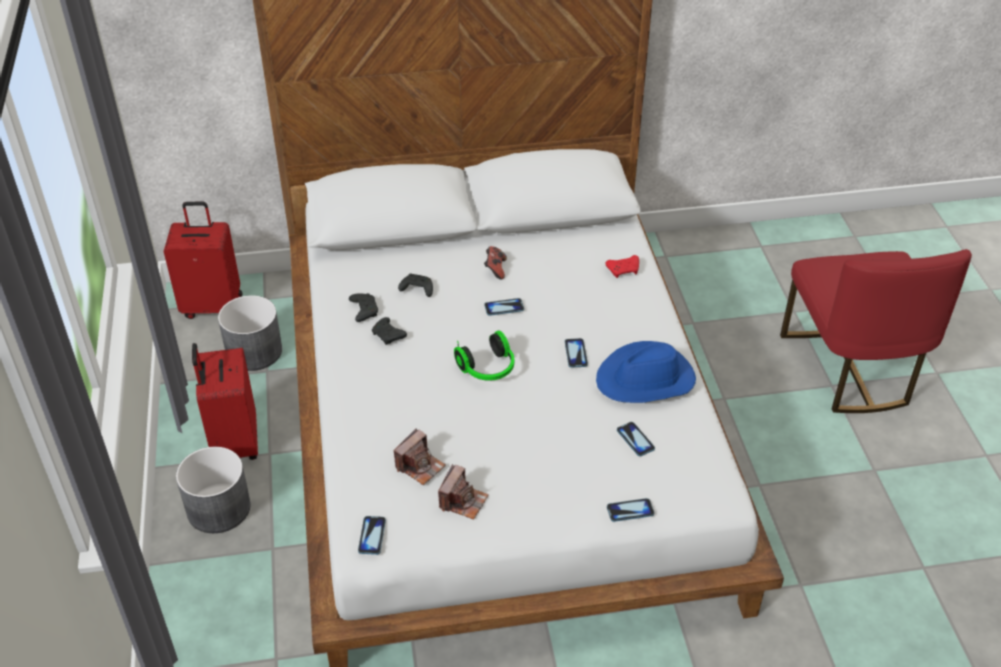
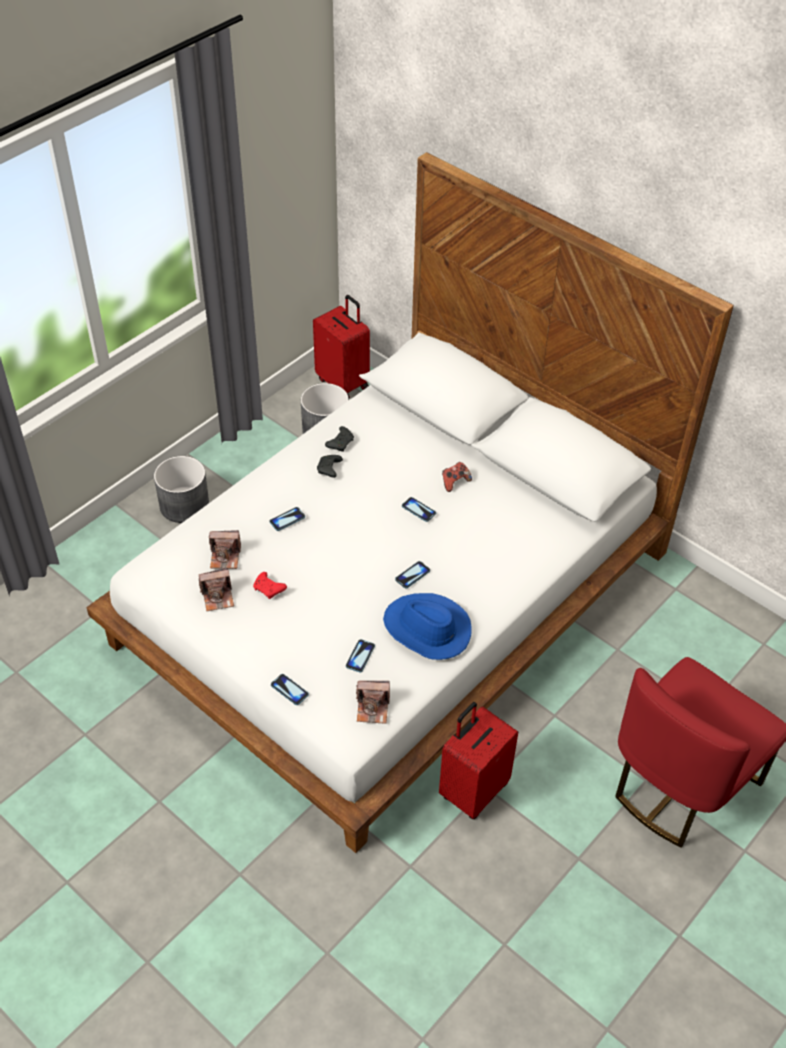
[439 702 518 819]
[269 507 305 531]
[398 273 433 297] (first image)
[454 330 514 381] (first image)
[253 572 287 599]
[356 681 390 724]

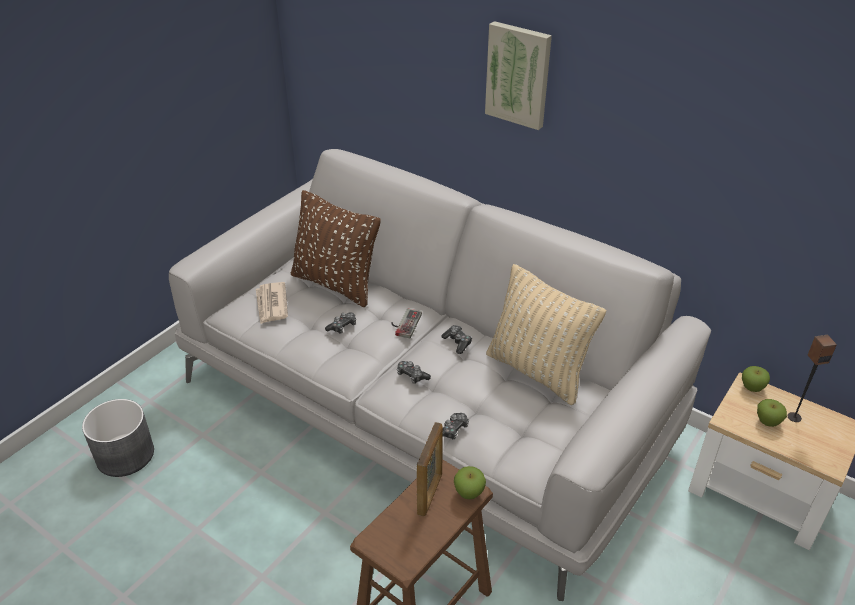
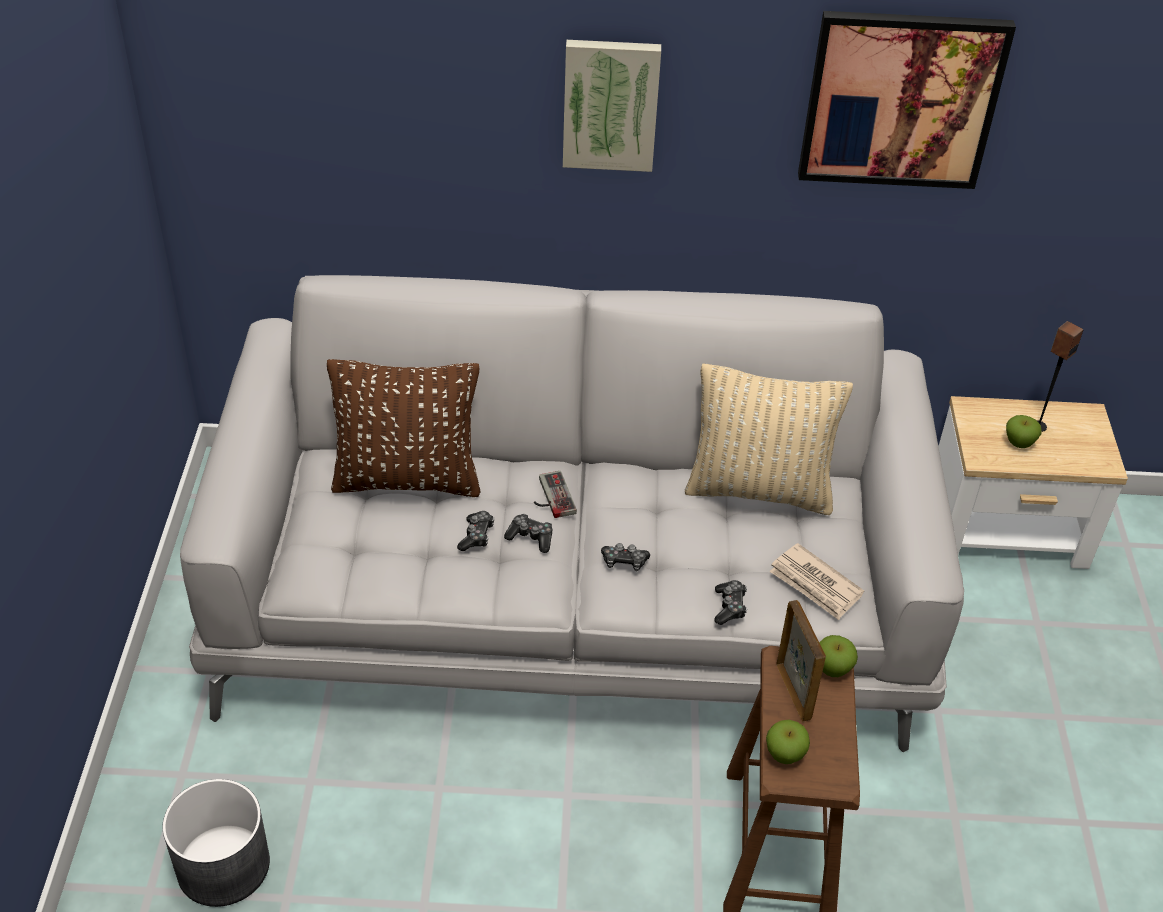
[769 543 864 620]
[504 514 552 553]
[766 720 810 764]
[798 11 1016 189]

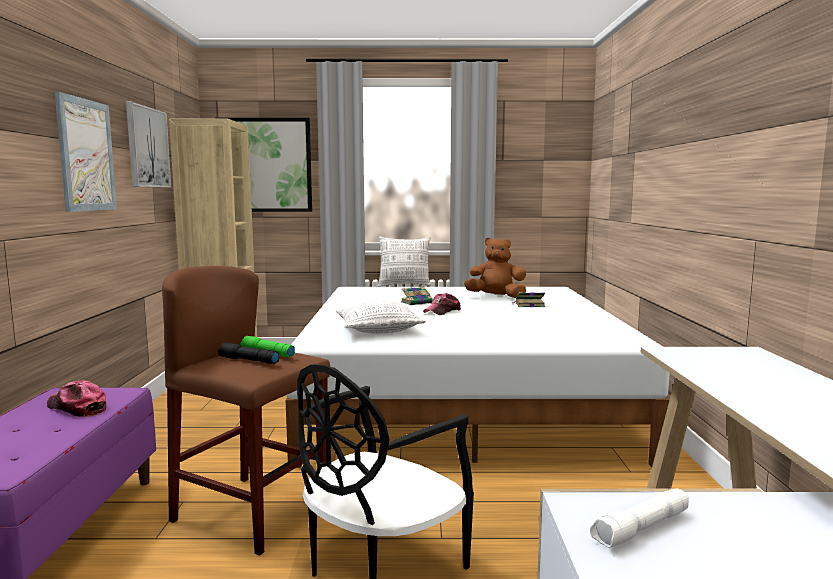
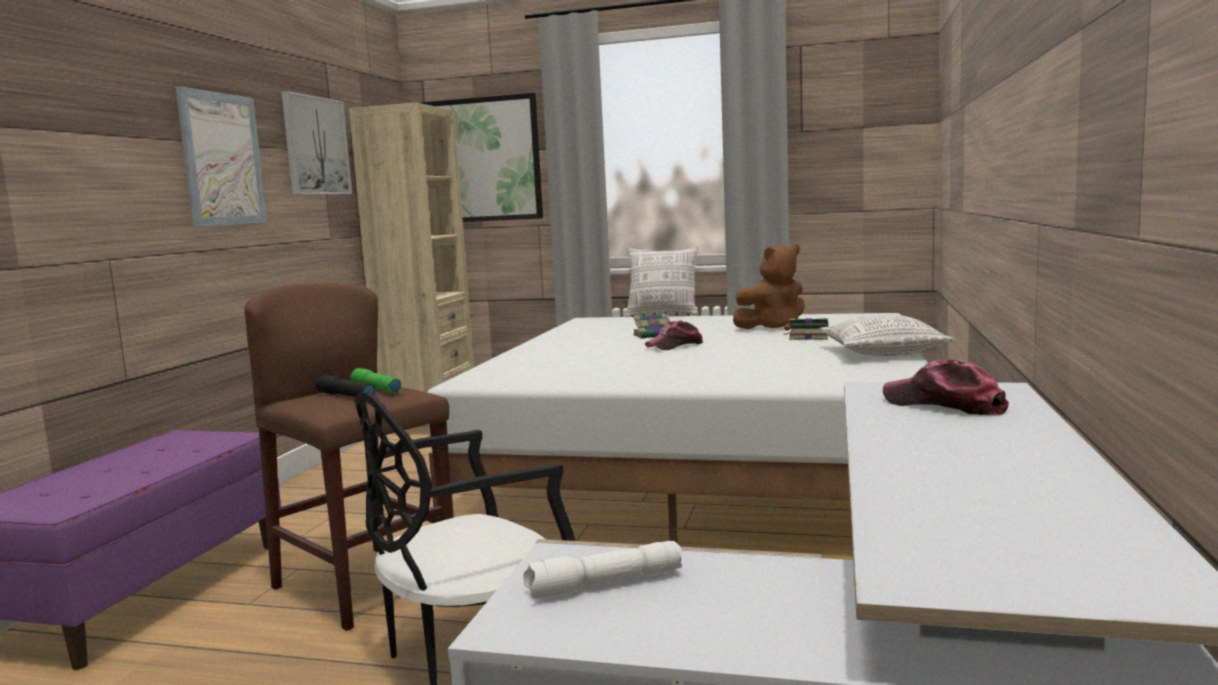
[883 359 1009 416]
[820 314 954 356]
[733 244 805 331]

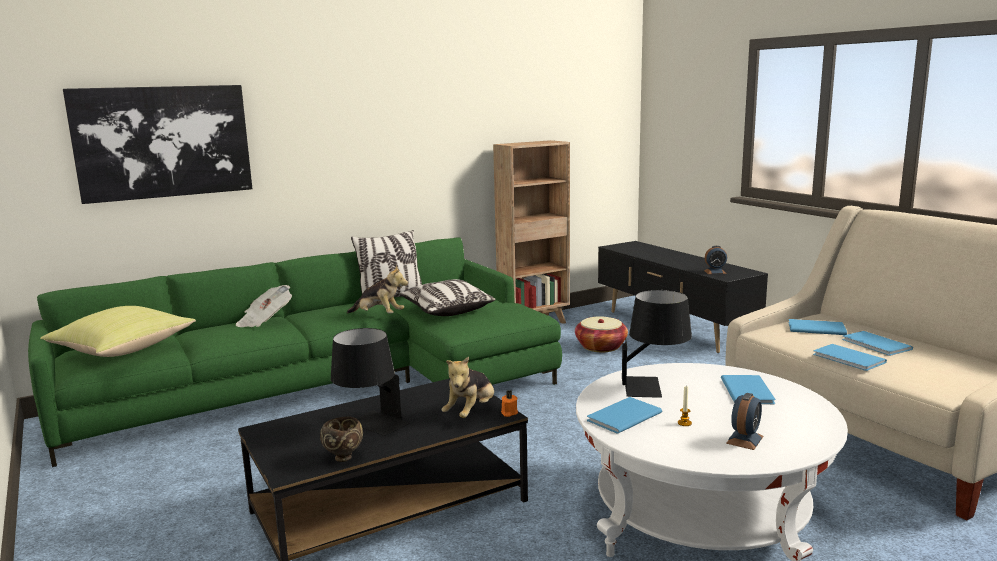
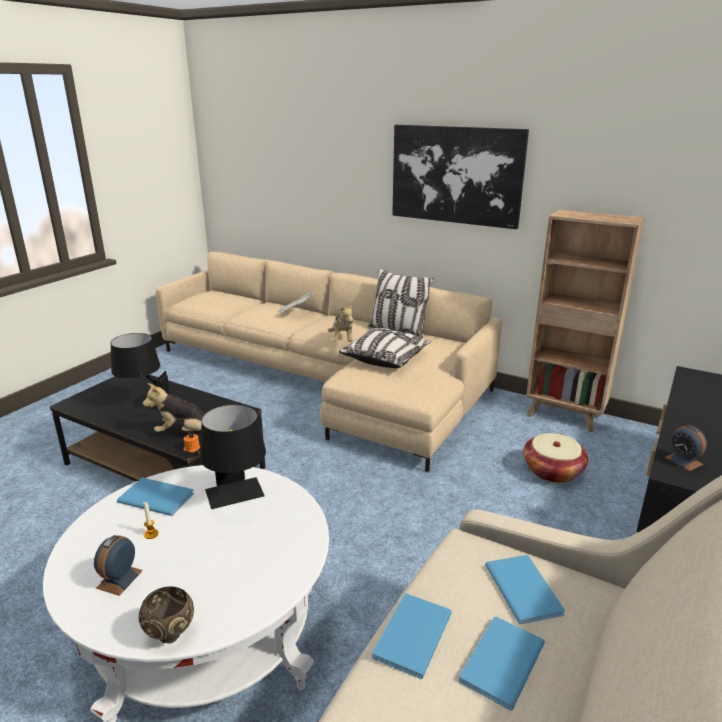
[156 252 502 472]
[40 306 195 357] (first image)
[392 125 529 229]
[139 587 194 644]
[721 375 776 404] (first image)
[94 535 143 596]

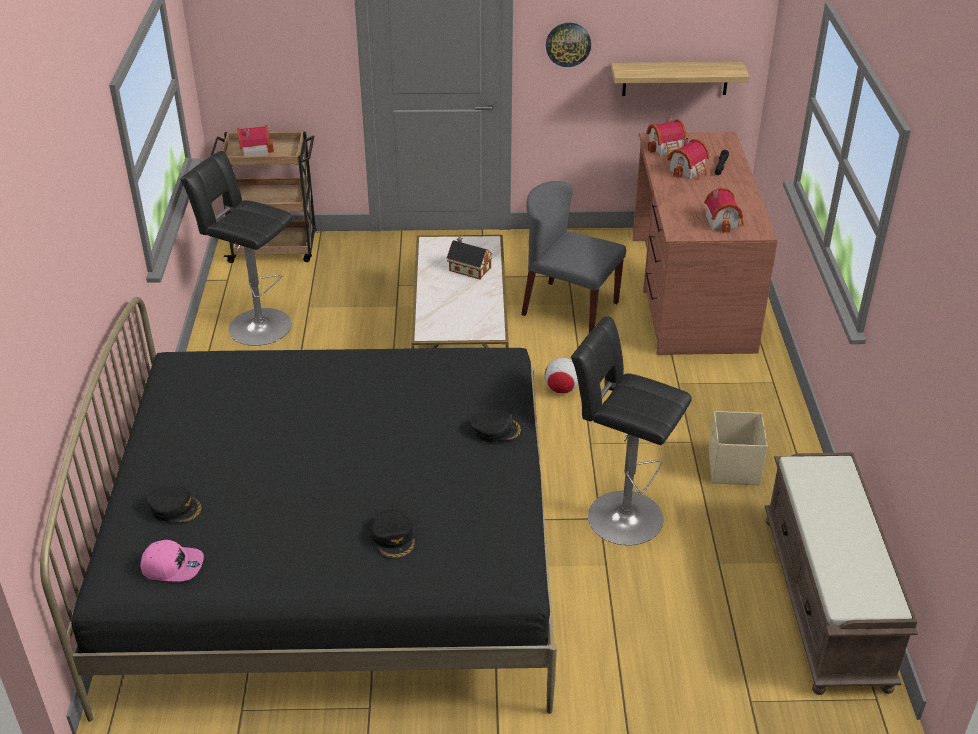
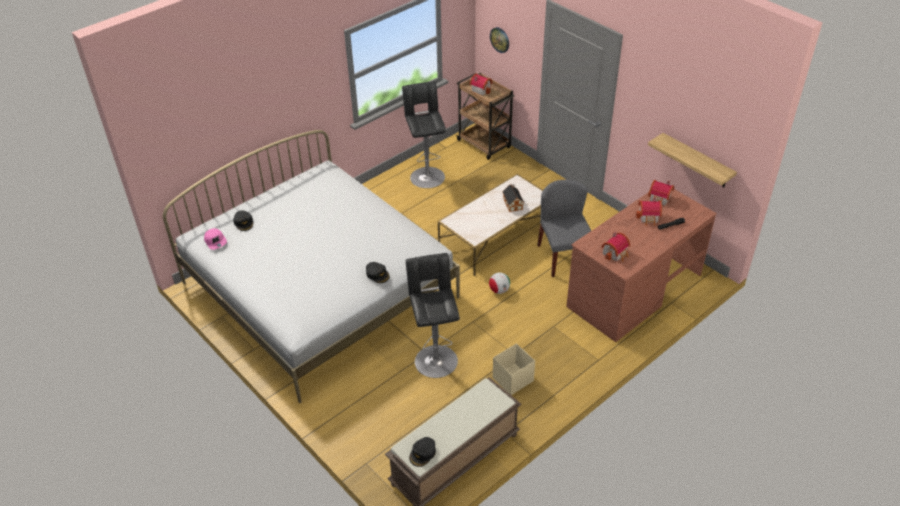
[163 130 460 403]
[409 437 436 467]
[490 27 509 53]

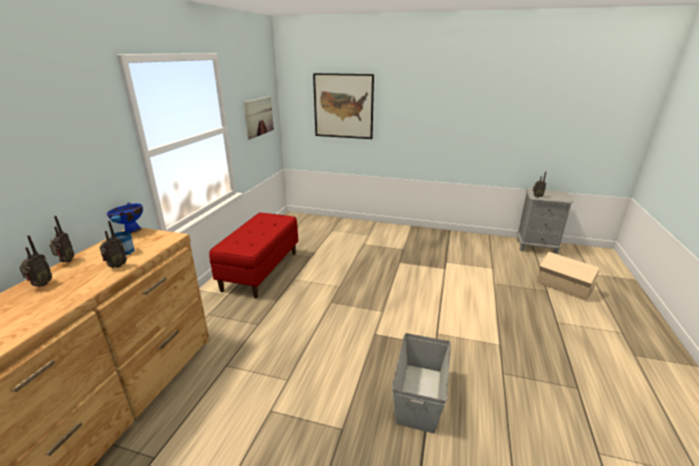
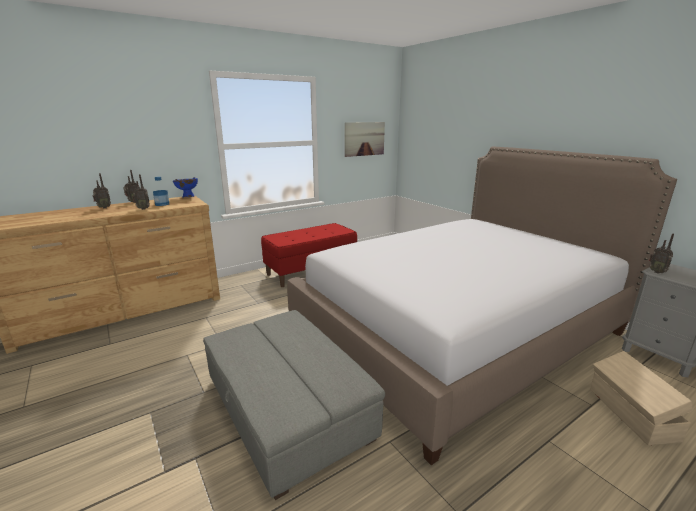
[313 73 374 139] (first image)
[203 310 385 500]
[287 146 677 465]

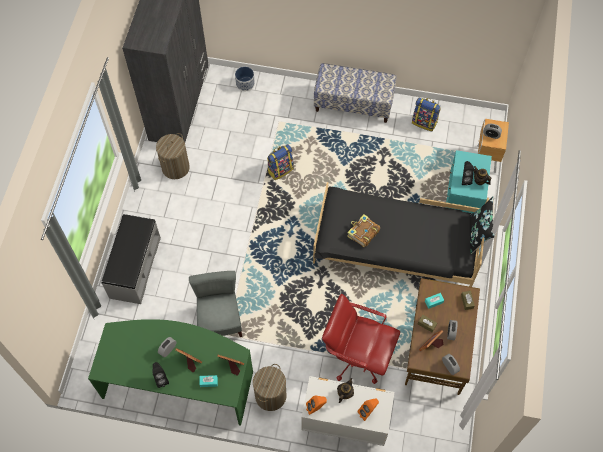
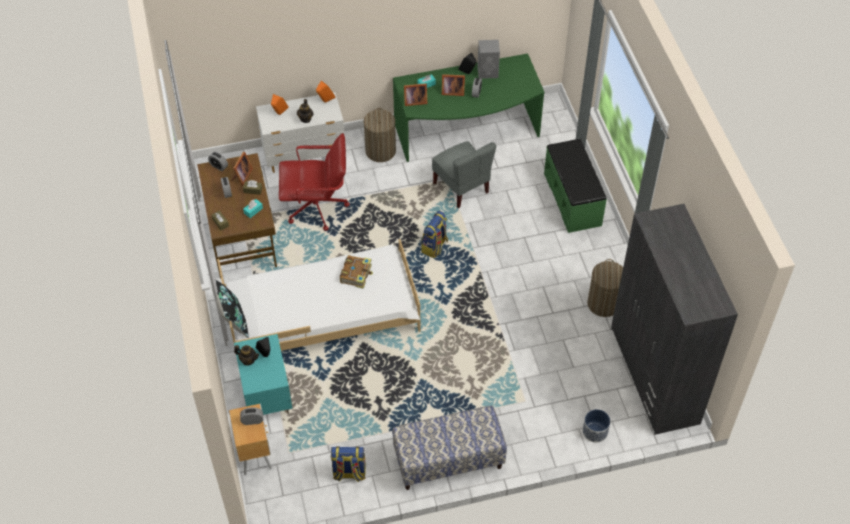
[544 139 607 233]
[421 211 448 258]
[217 239 421 351]
[478 40 500 79]

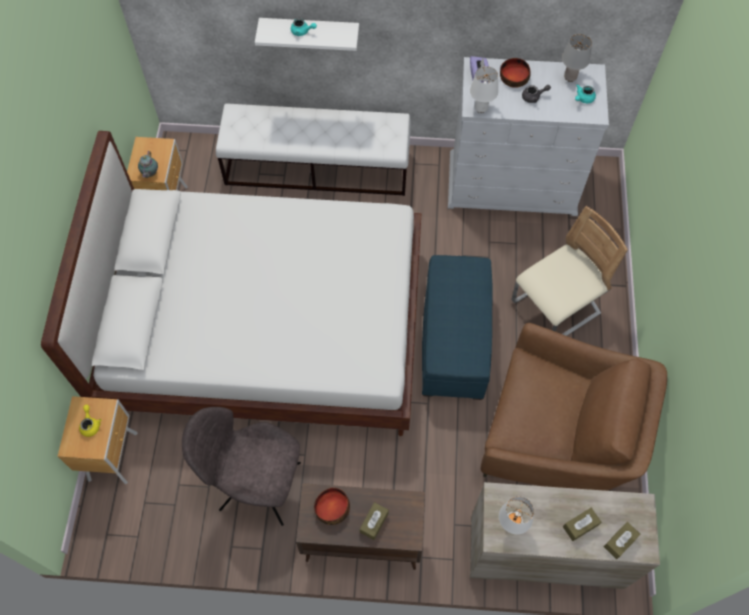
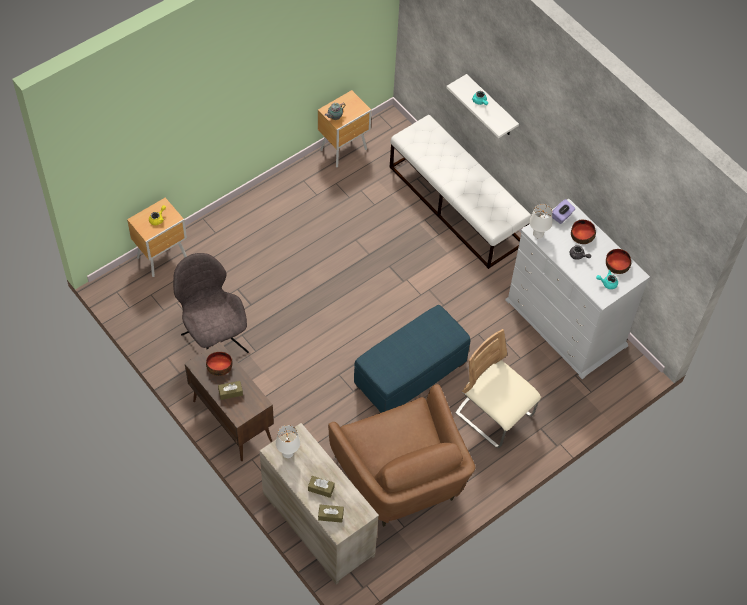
[41 131 422 436] (first image)
[455 329 541 448]
[606 249 631 274]

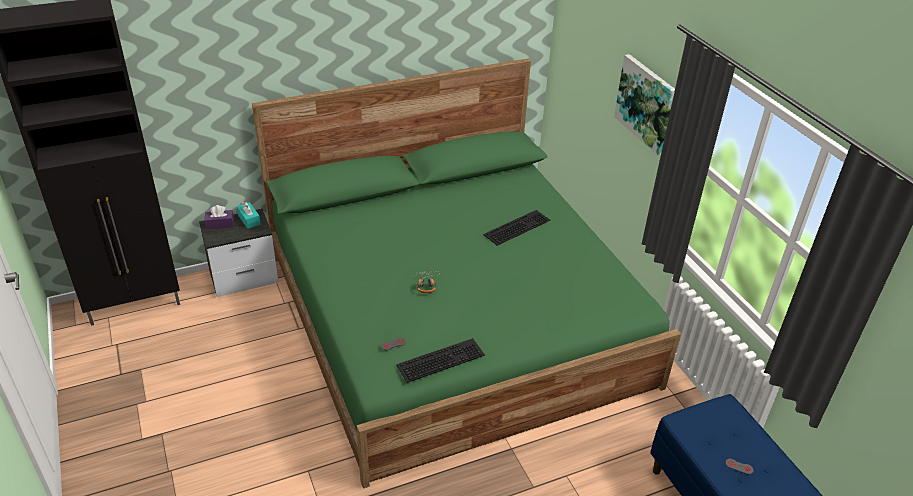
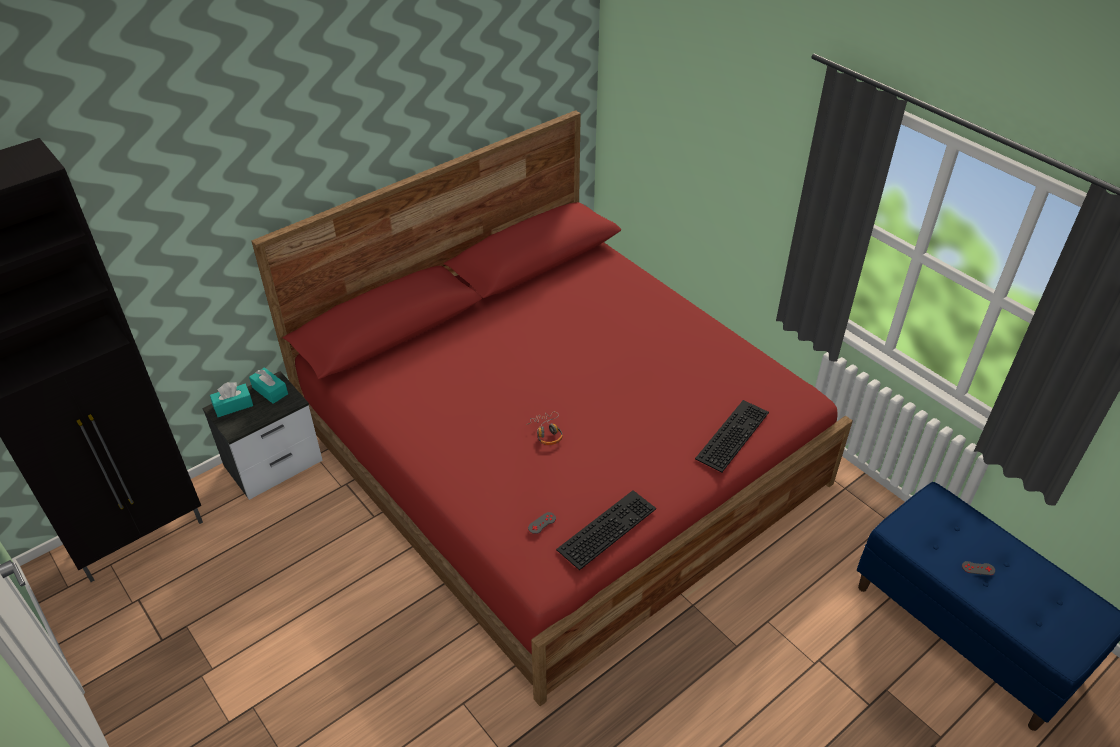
[210 382 253 417]
[252 110 853 706]
[695 400 769 473]
[614 54 675 155] (first image)

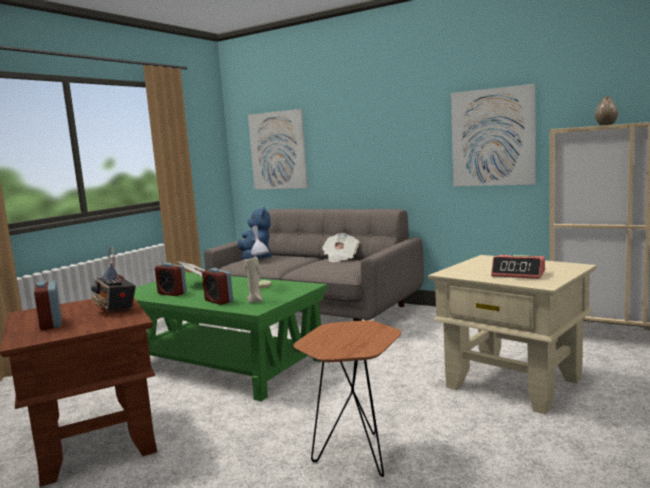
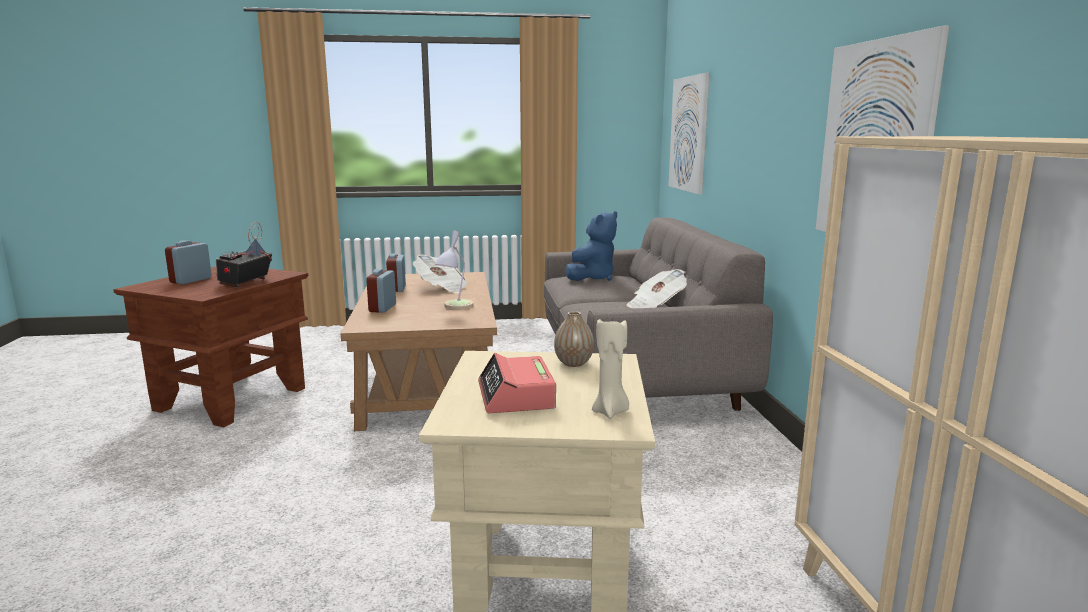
[341 272 497 431]
[592 319 629 419]
[293 320 401 477] (first image)
[554 311 594 367]

